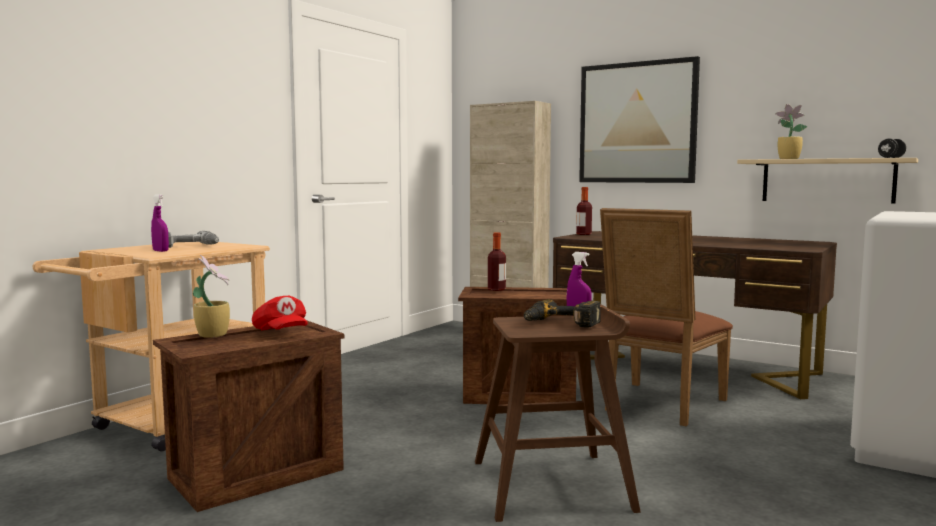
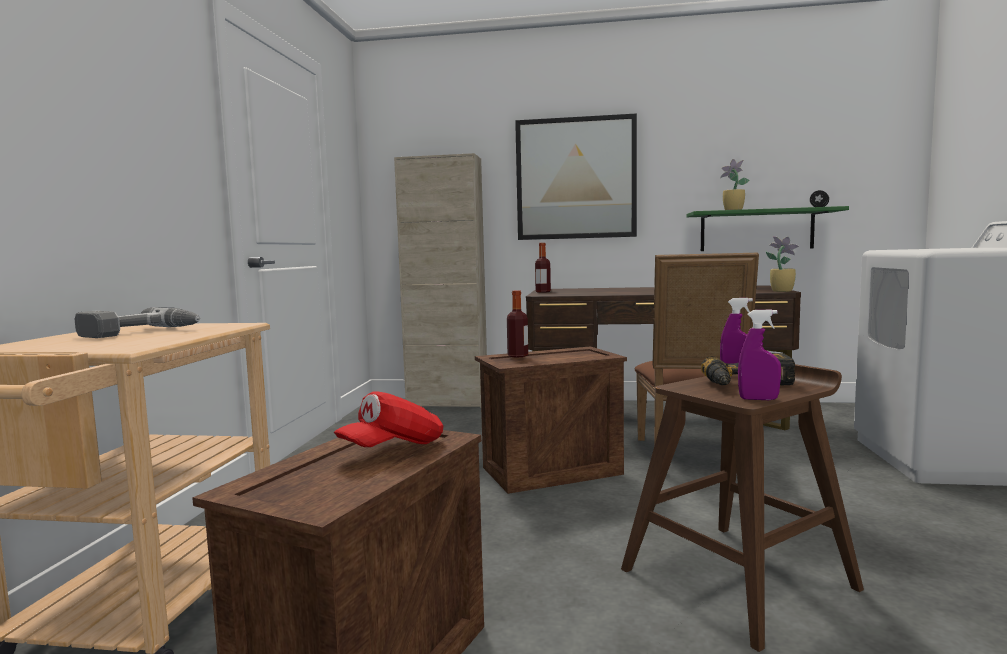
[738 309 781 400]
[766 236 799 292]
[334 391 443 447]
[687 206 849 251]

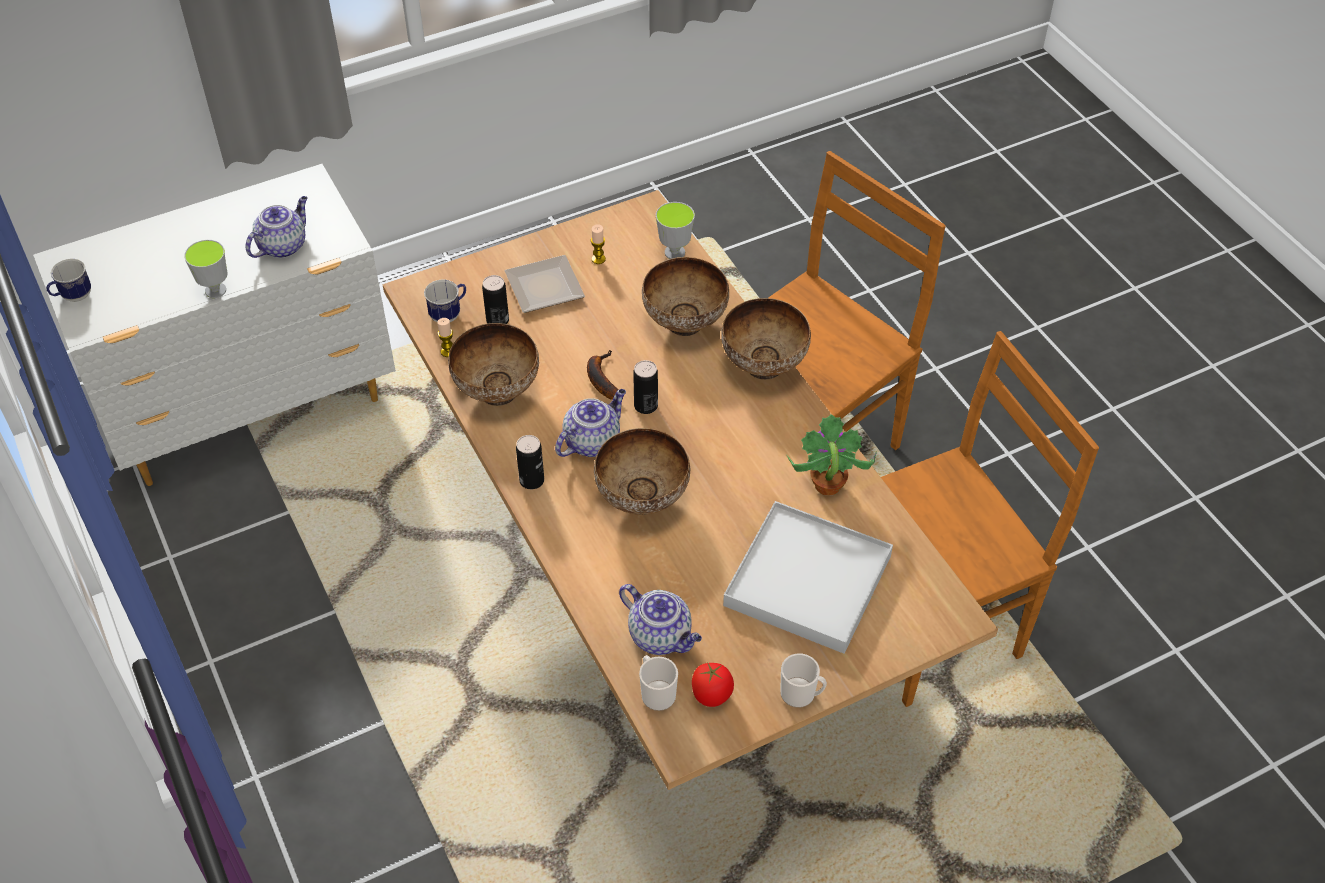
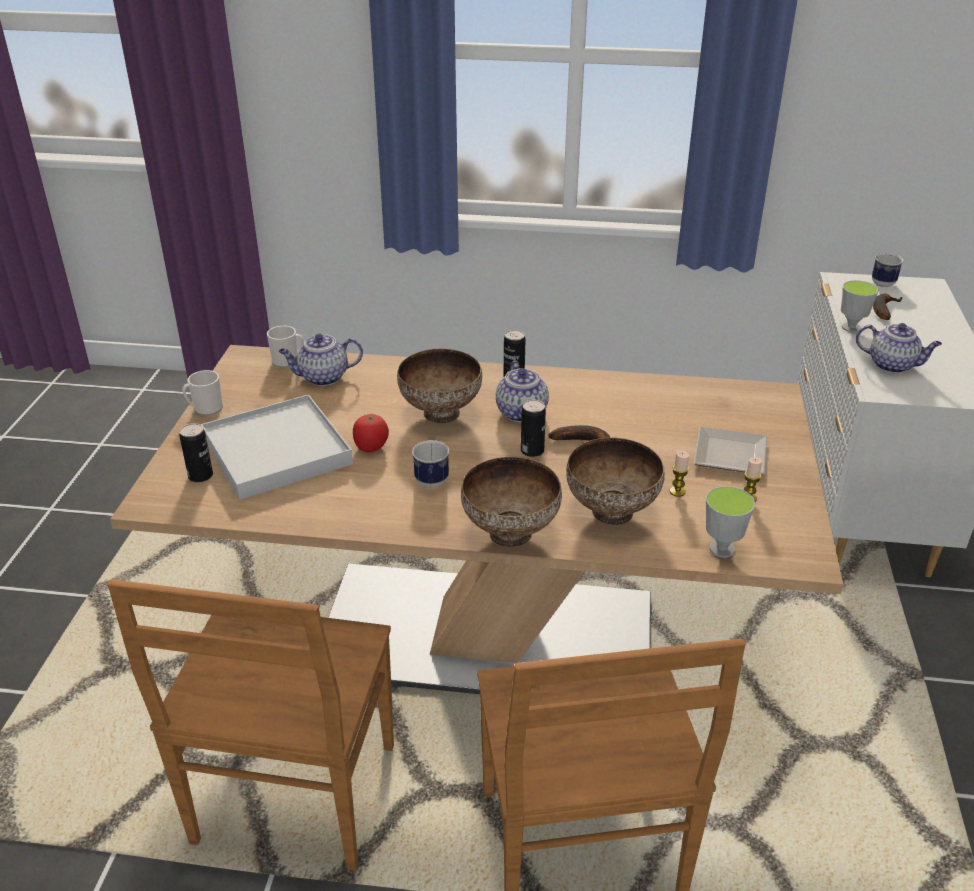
[856 323 942 373]
[412 440 449 488]
[670 450 689 497]
[448 323 539 406] (first image)
[179 423 213 482]
[353 414 389 453]
[786 414 877 496] (first image)
[873 294 902 320]

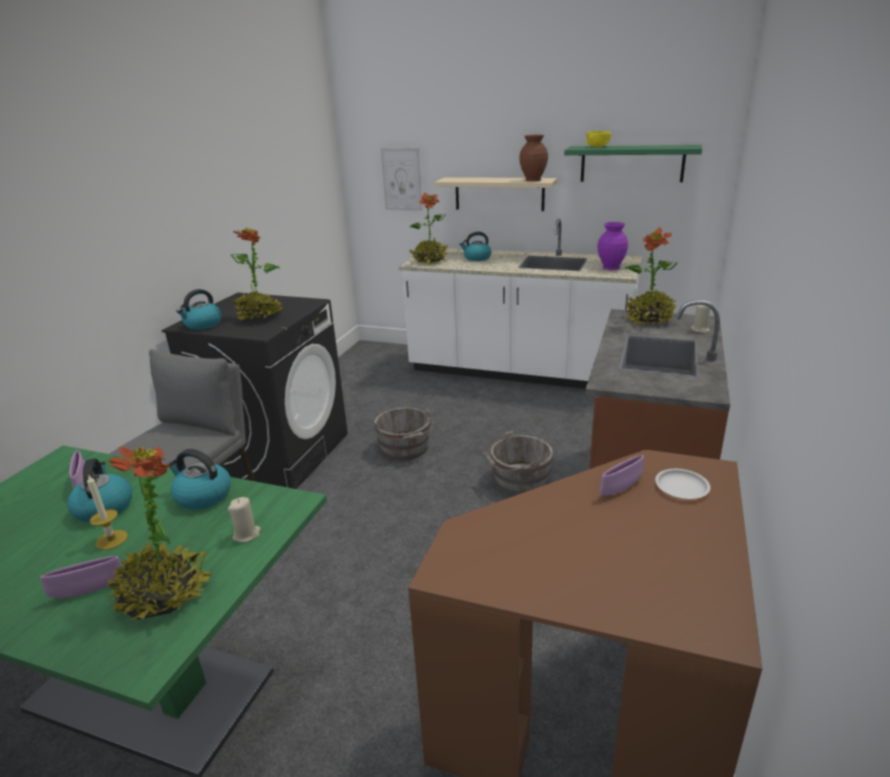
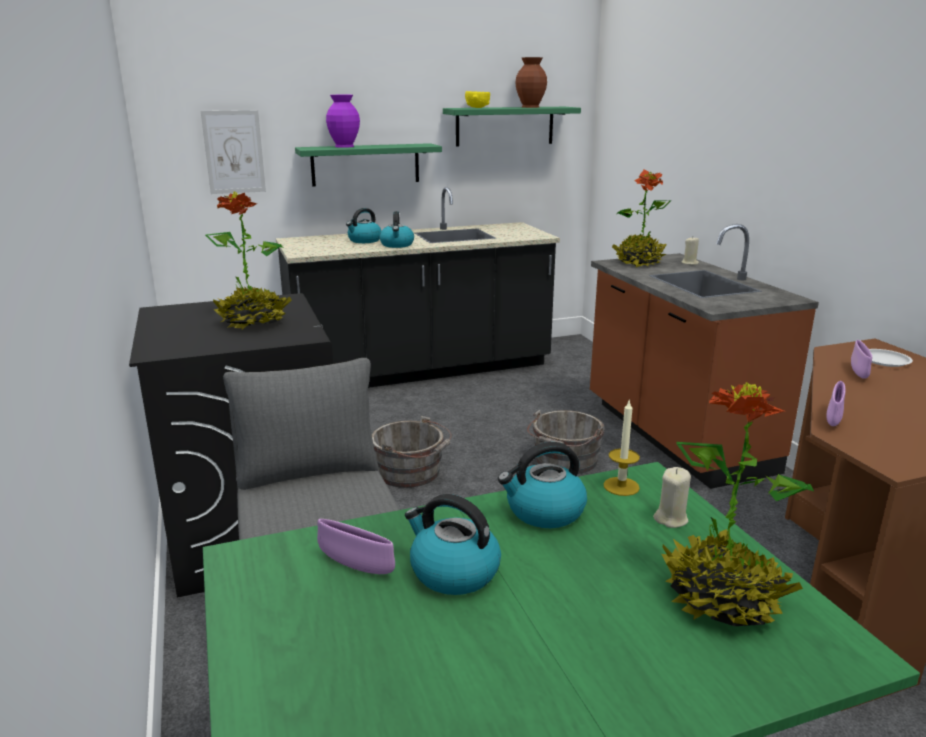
[826 381 846 426]
[604 401 640 496]
[379 211 414 248]
[276 187 560 388]
[409 193 448 265] (first image)
[295 143 442 187]
[515 57 547 108]
[326 95 360 148]

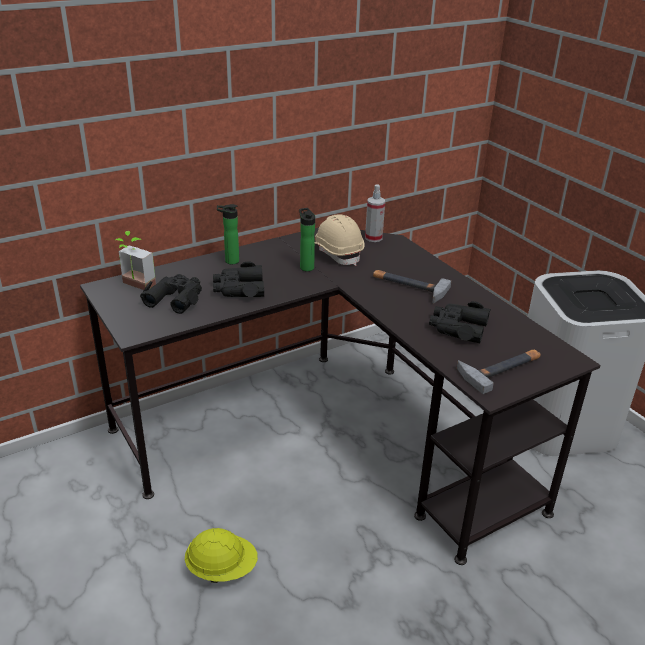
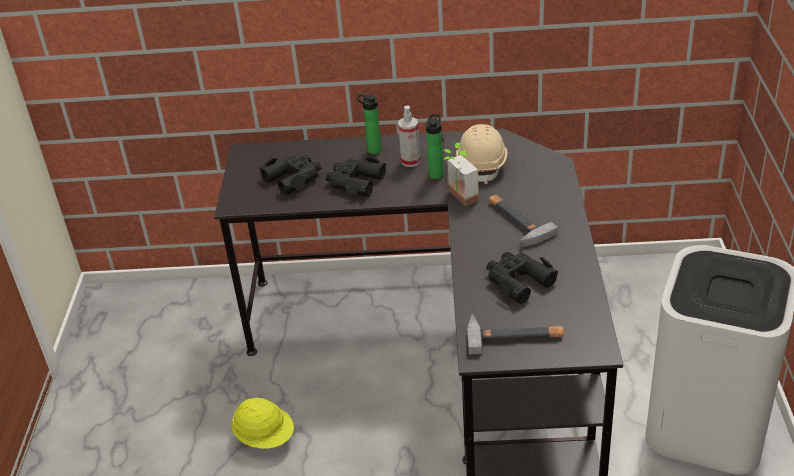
[443 143 479 206]
[398 105 421 167]

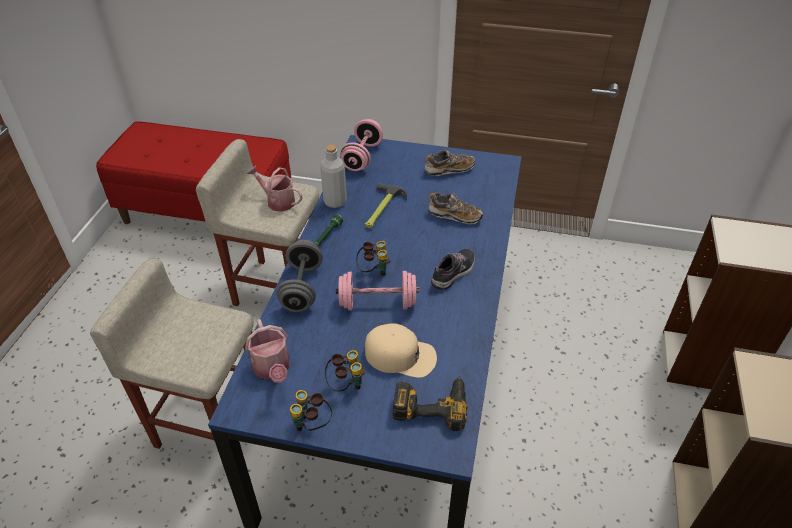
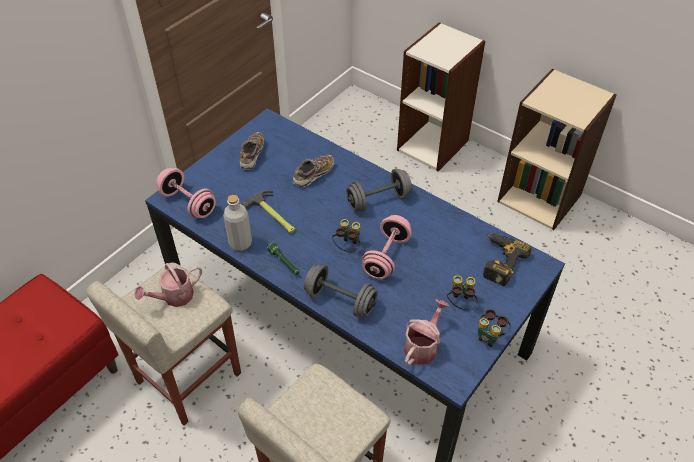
[404 299 449 366]
[365 323 437 378] (first image)
[346 169 412 212]

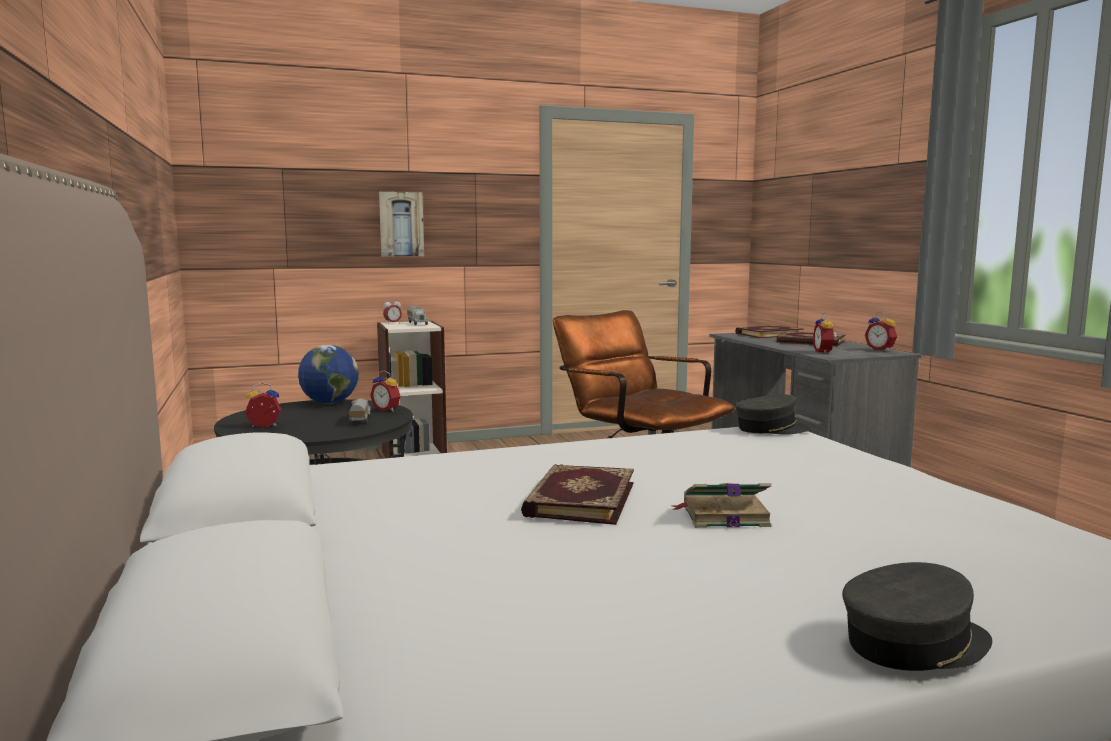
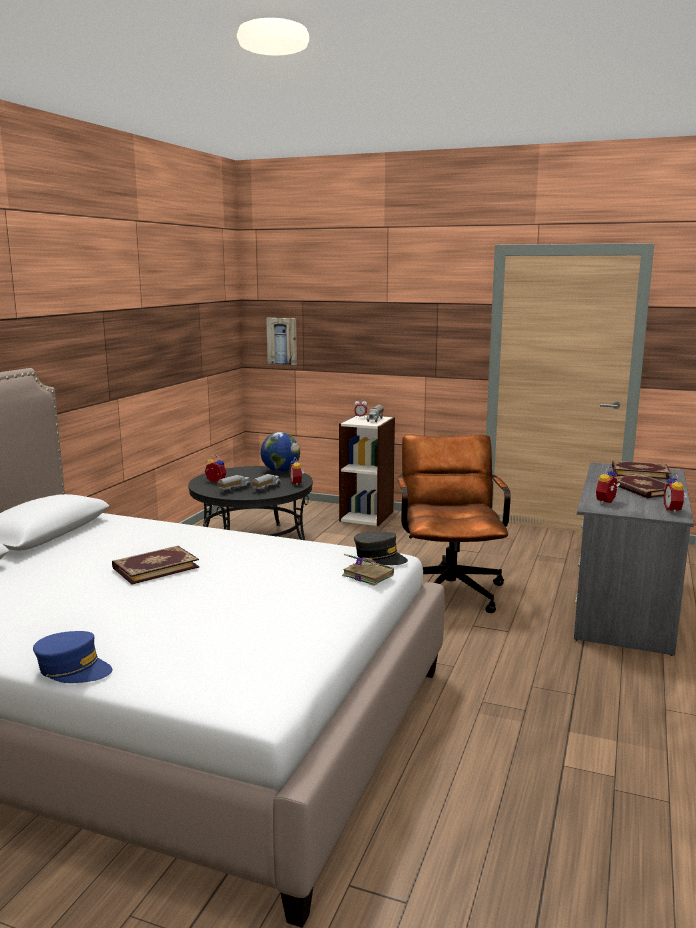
[266 318 297 365]
[342 554 394 586]
[33 631 112 683]
[217 475 251 492]

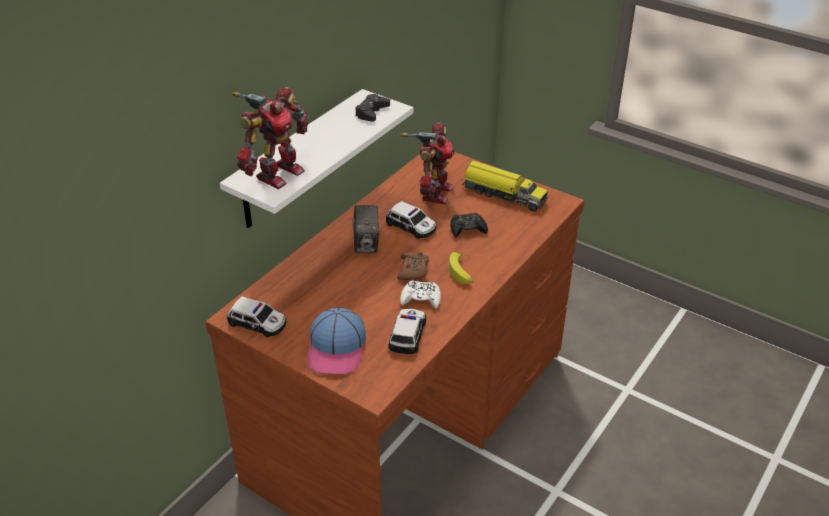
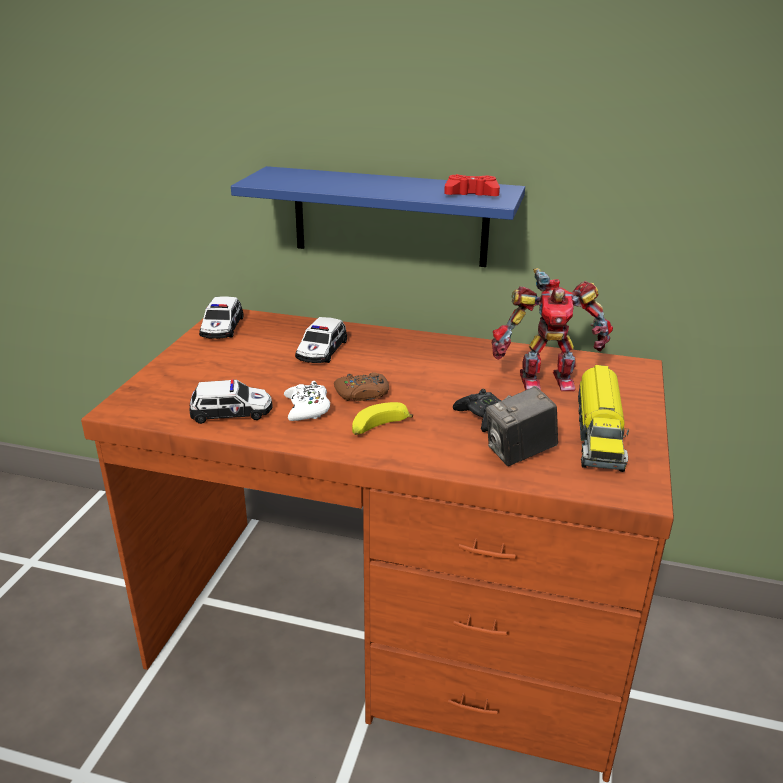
[231 166 525 267]
[232 87 309 189] (first image)
[307 307 366 375] (first image)
[486 386 558 466]
[444 174 500 196]
[295 317 347 363]

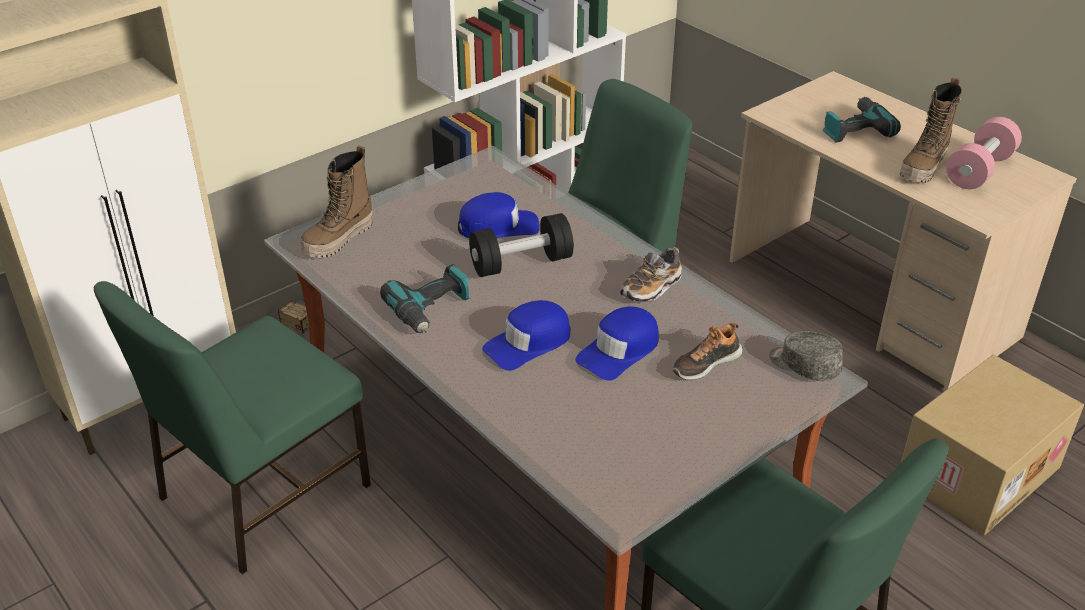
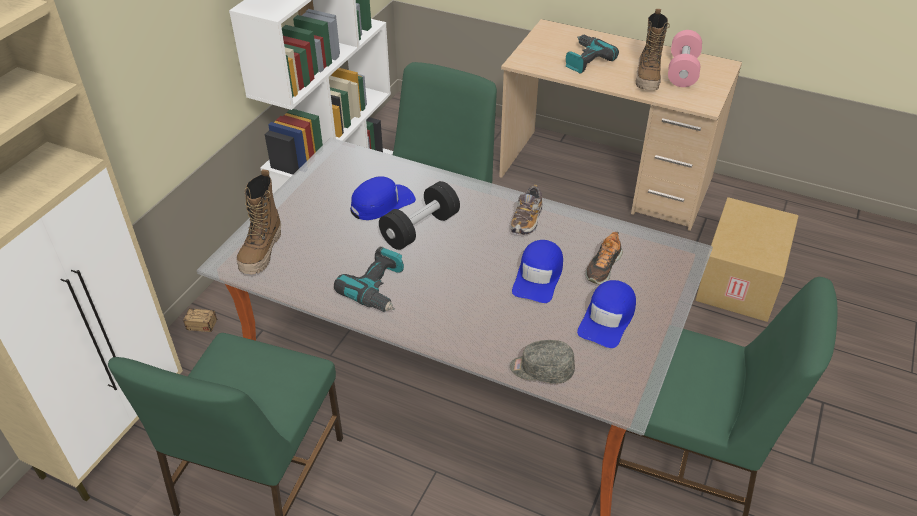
[577 280 636 348]
[510 340 575 384]

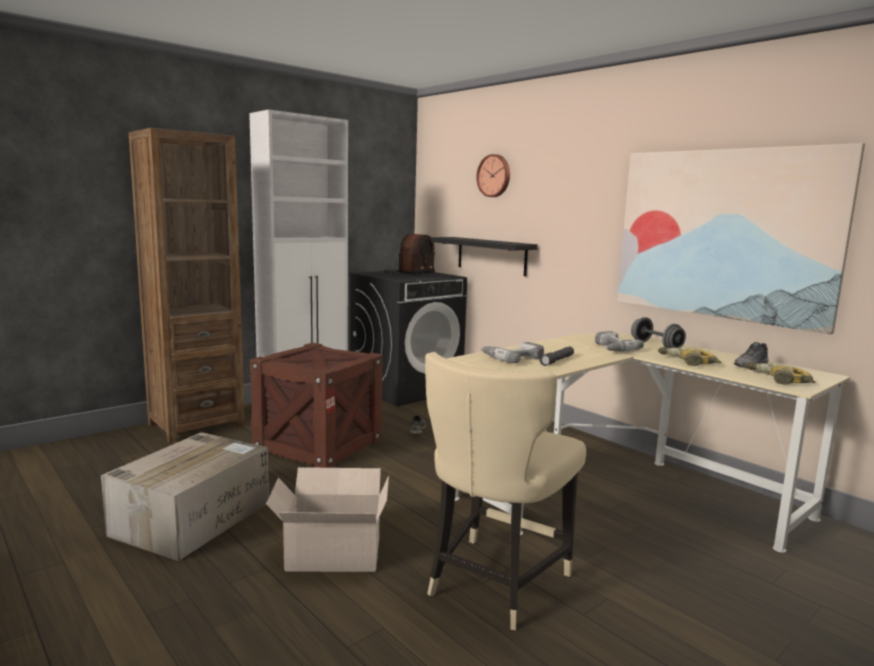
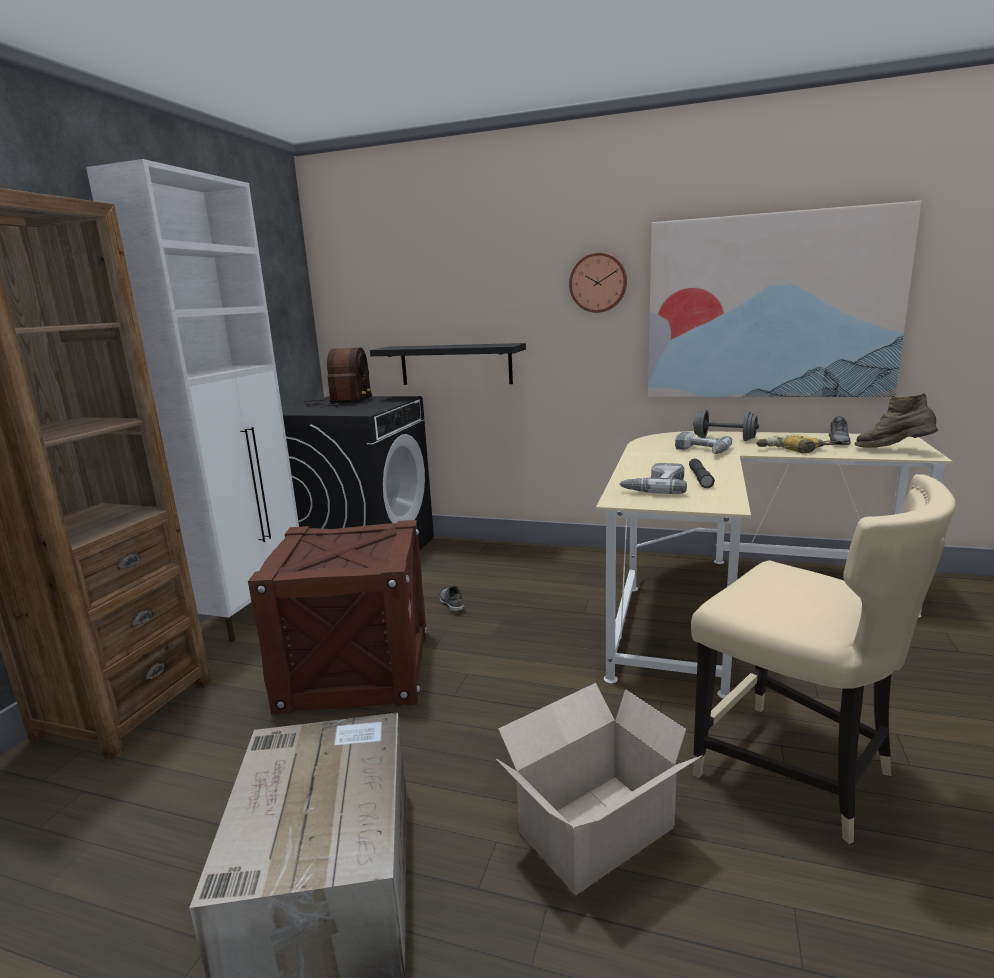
[691 474 956 844]
[569 253 627 313]
[855 393 938 448]

